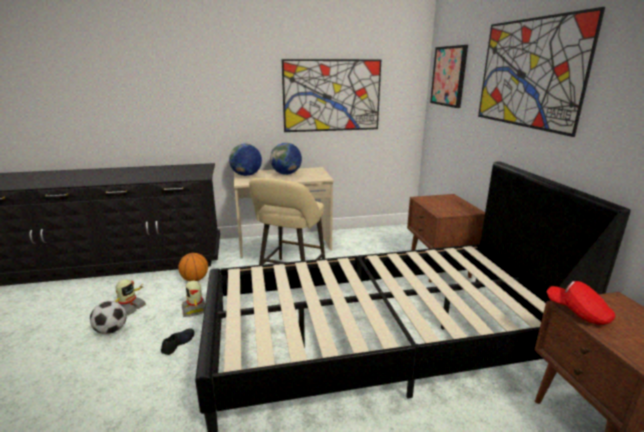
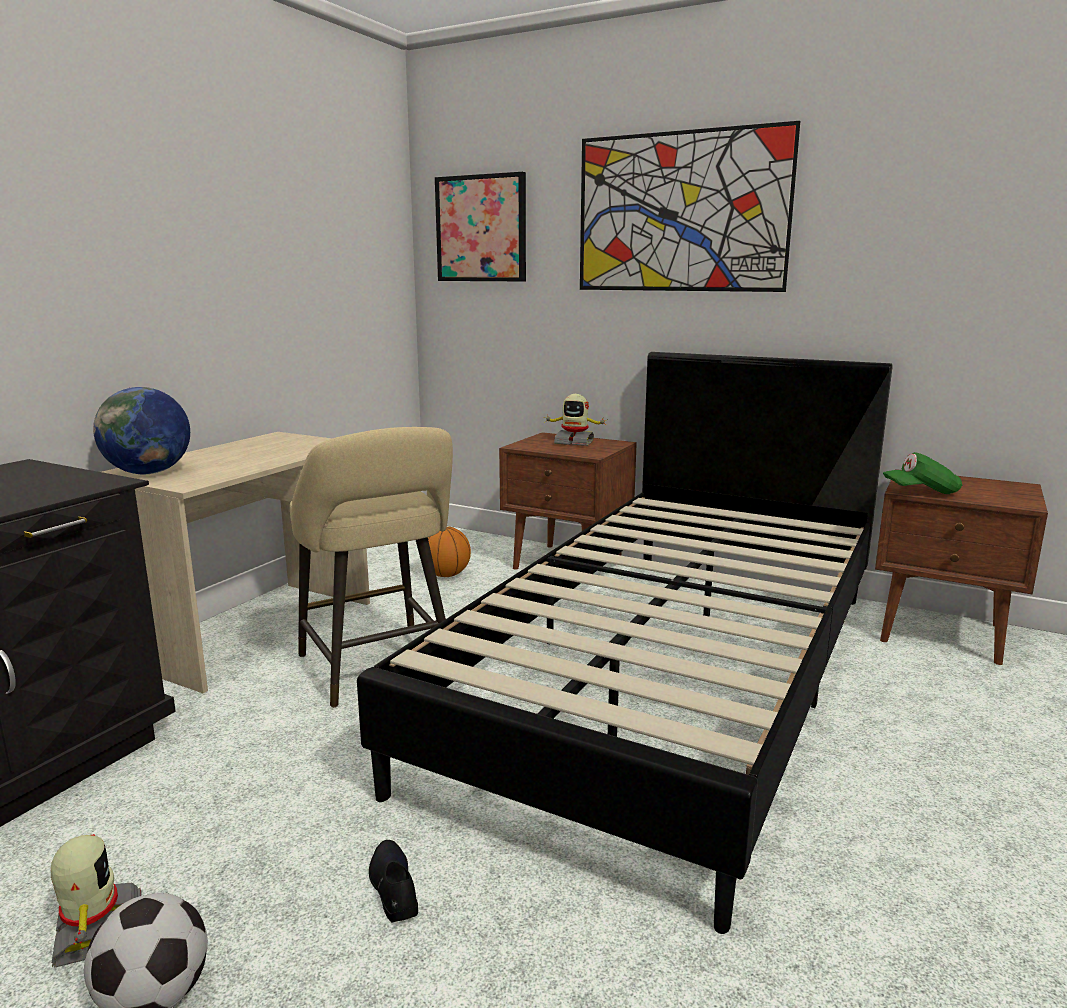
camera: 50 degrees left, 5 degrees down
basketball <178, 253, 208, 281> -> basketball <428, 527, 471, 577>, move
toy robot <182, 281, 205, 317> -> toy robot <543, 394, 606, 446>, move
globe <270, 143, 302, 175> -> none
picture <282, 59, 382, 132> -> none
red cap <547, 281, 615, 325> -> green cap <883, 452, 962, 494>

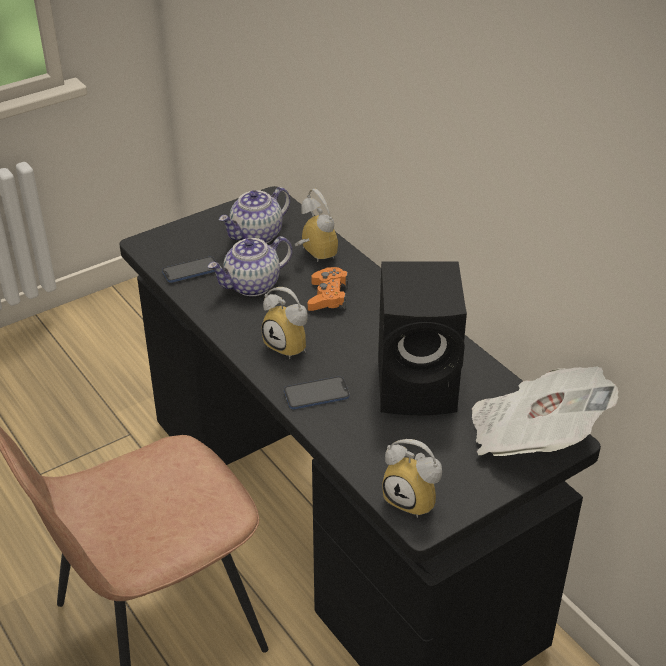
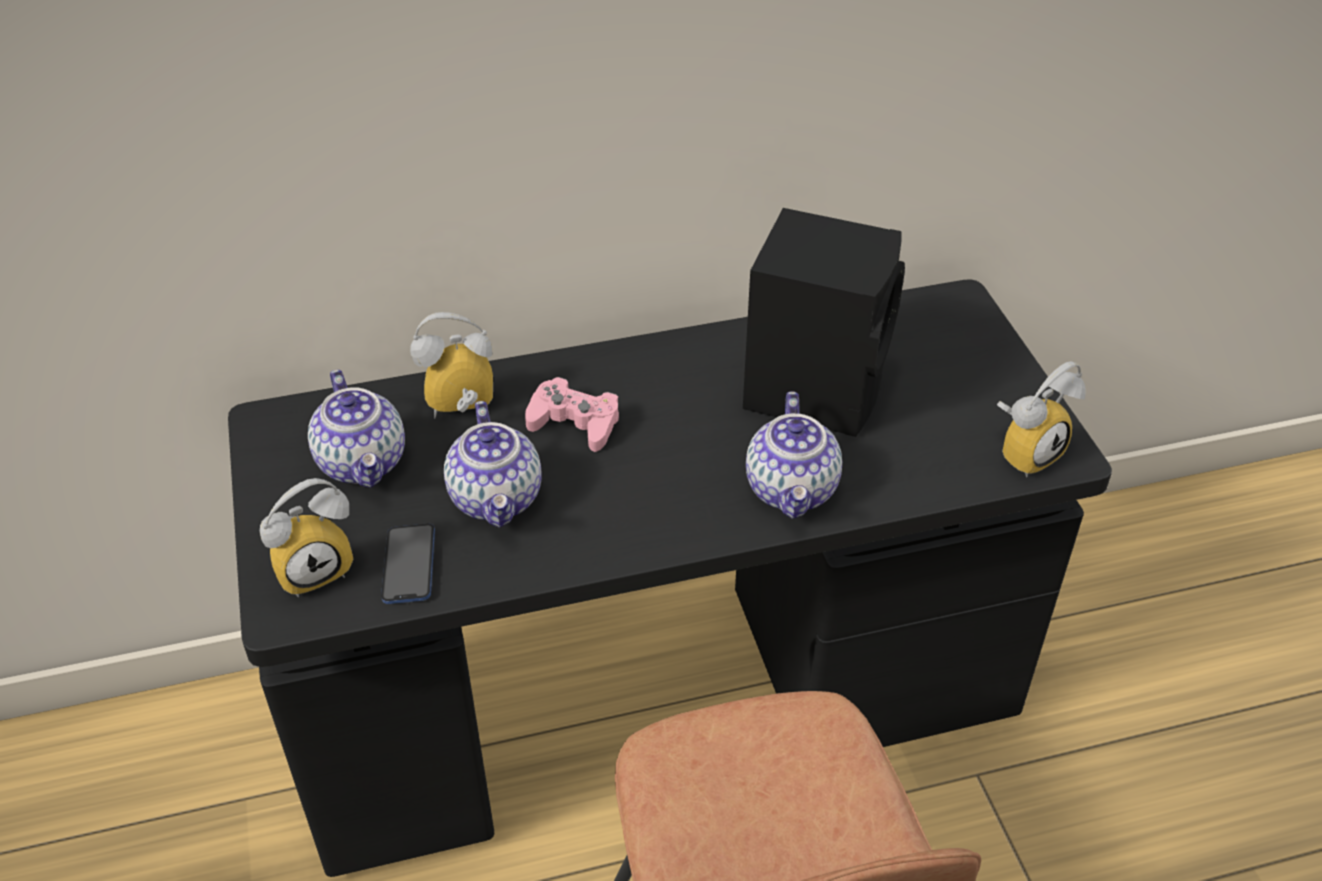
camera: 70 degrees left, 5 degrees up
alarm clock <261, 287, 308, 359> -> alarm clock <260, 478, 354, 597>, move
phone <284, 376, 350, 409> -> teapot <746, 392, 842, 519>
orange game controller <308, 267, 348, 311> -> pink game controller <525, 377, 619, 452>
newspaper <472, 367, 618, 456> -> none

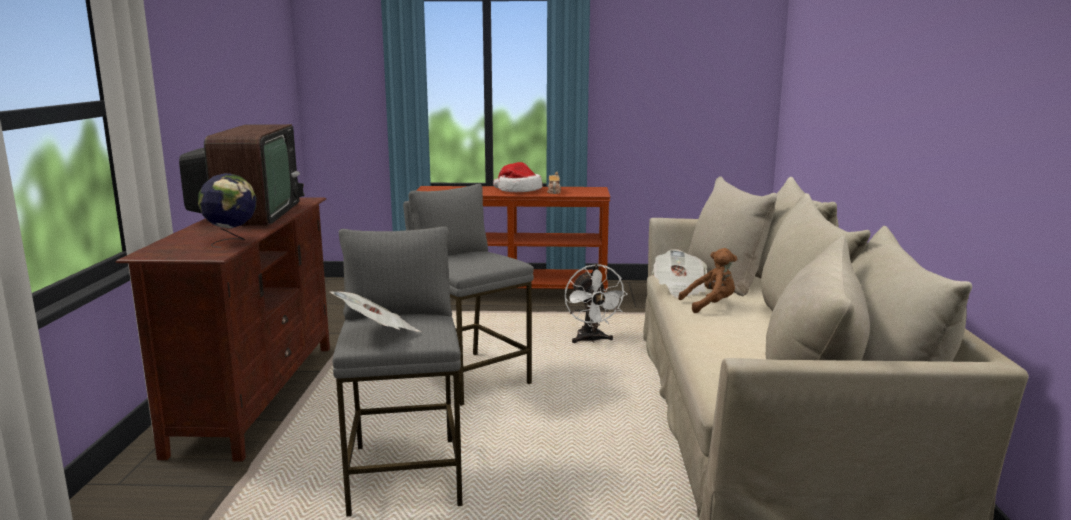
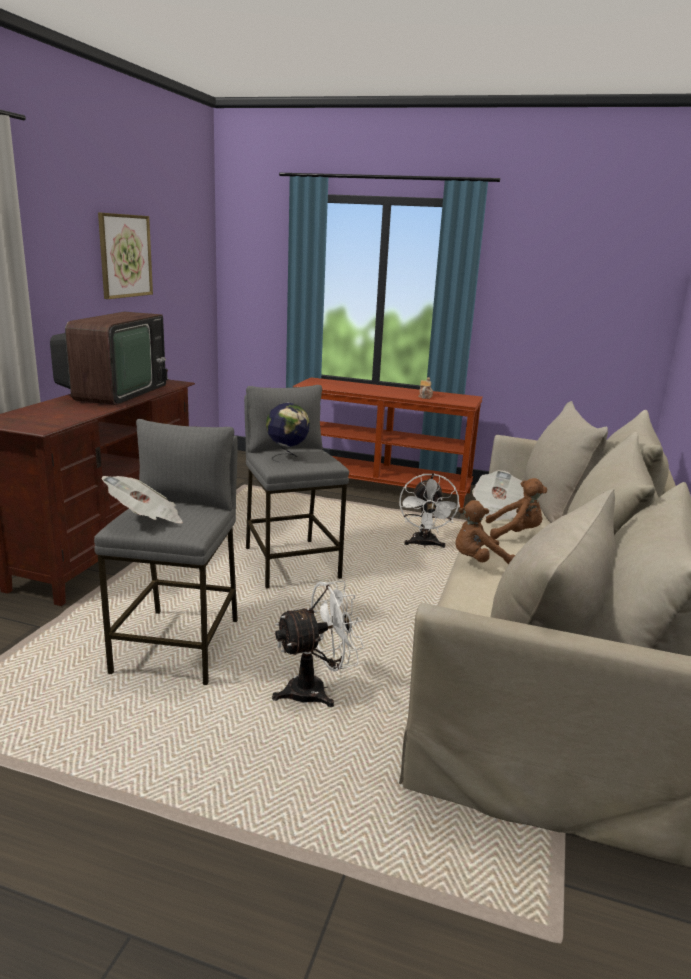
camera: 15 degrees right, 5 degrees up
globe <198, 173, 256, 248> -> globe <266, 403, 310, 462>, move
hat <493, 162, 542, 192> -> none
none -> picture <98, 212, 153, 299>
none -> white fan <272, 580, 364, 707>
none -> brown plush toy <455, 500, 515, 565>

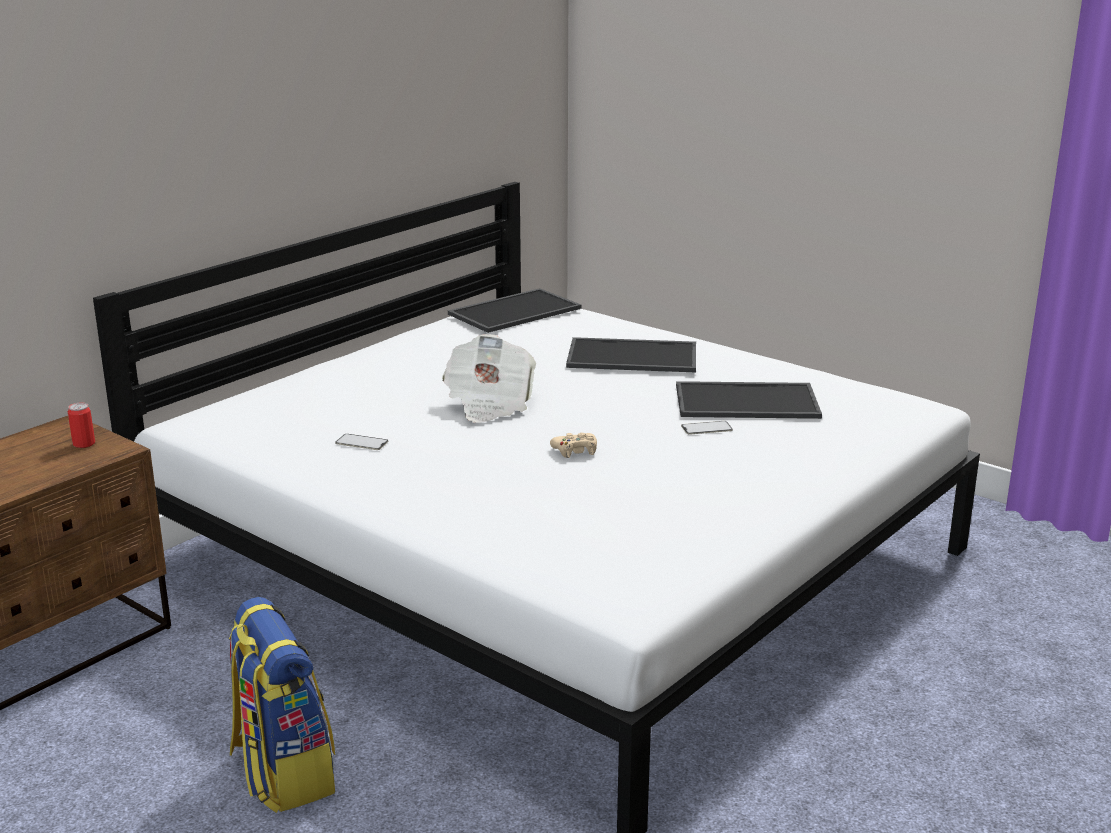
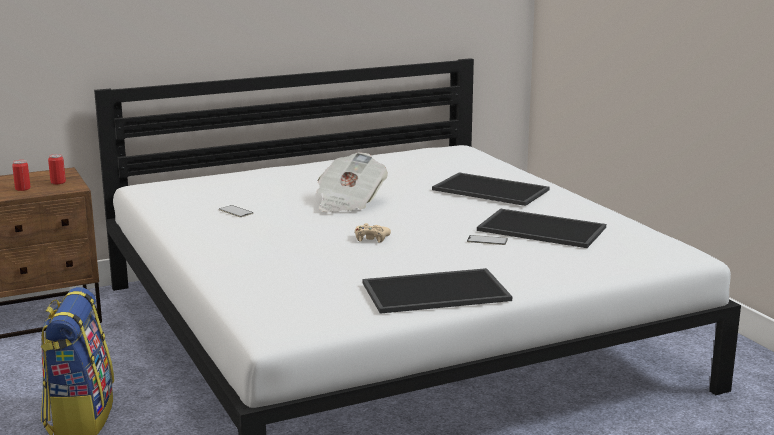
camera: 25 degrees right, 5 degrees down
tray <448, 288, 581, 333> -> tray <363, 268, 512, 314>, move
none -> can <12, 160, 31, 191>

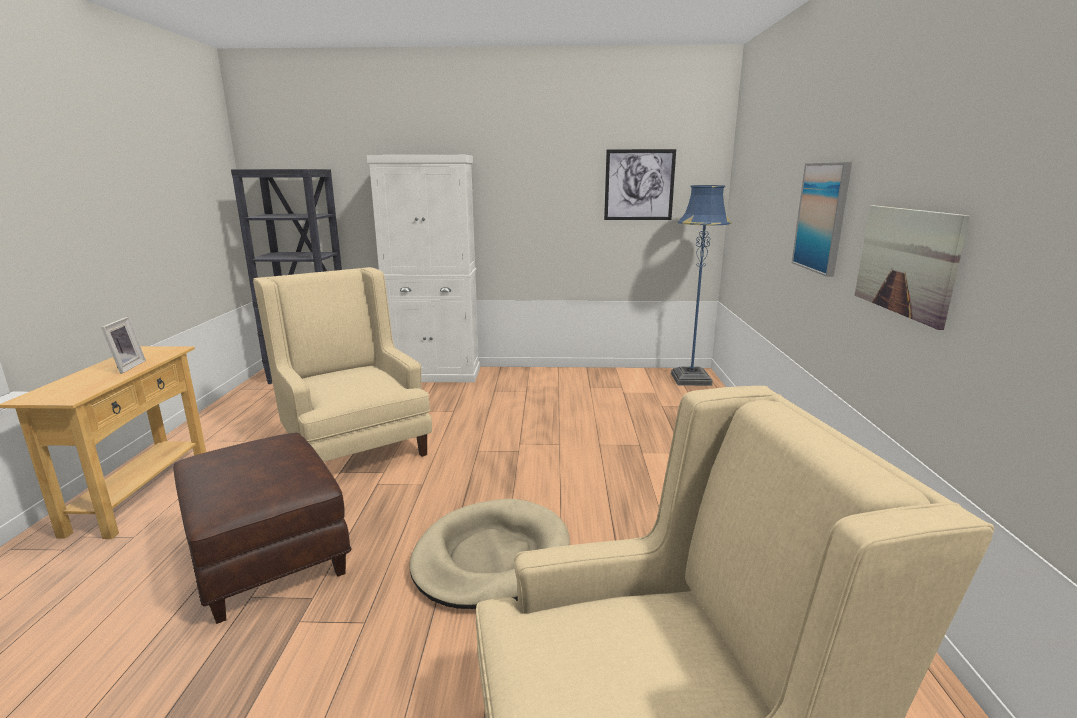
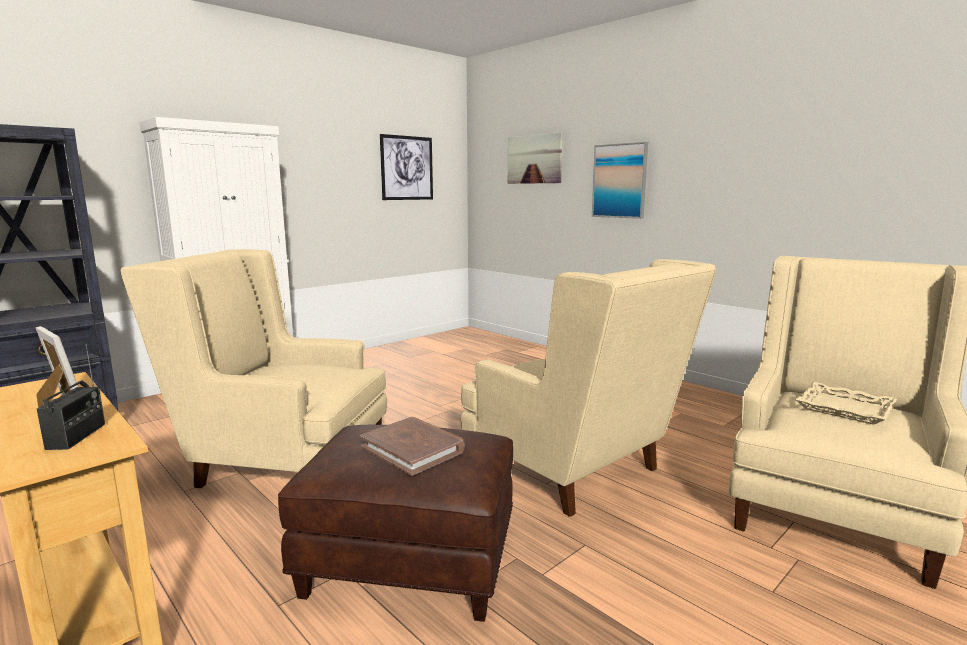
camera: 45 degrees left, 5 degrees down
beige dog bed <410, 499, 570, 609> -> beige armchair <460, 259, 716, 517>
blue floor lamp <671, 185, 732, 386> -> none
picture <855, 205, 970, 330> -> picture <508, 132, 563, 184>, move
none -> radio <37, 344, 105, 450>
none -> brown book <360, 417, 465, 476>
none -> beige tray <795, 382, 897, 425>

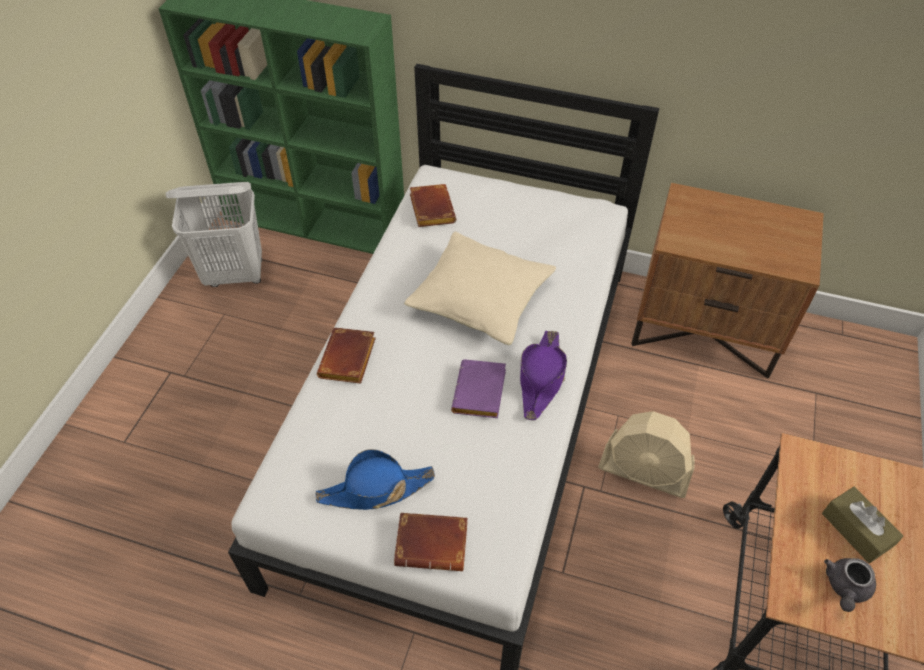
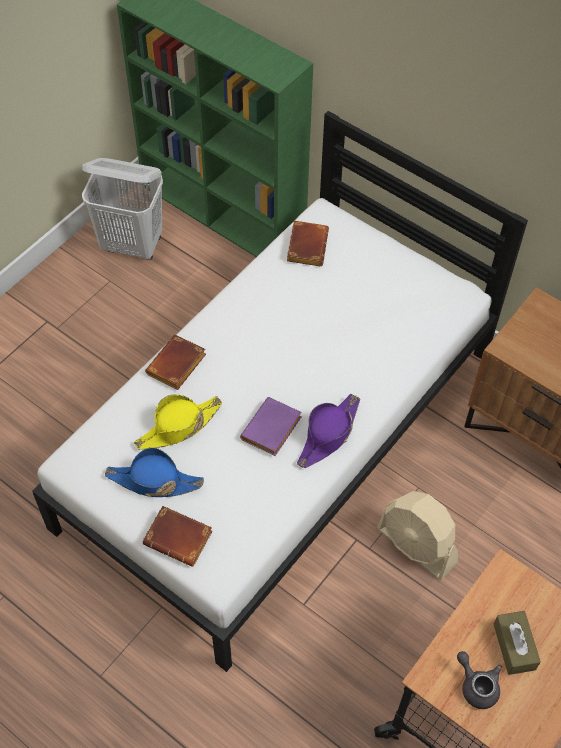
camera: 20 degrees right, 5 degrees up
beige pillow <404, 232, 556, 345> -> none
grey teapot <824, 558, 876, 612> -> grey teapot <457, 651, 502, 709>, 90 degrees clockwise
none -> yellow hat <134, 395, 222, 449>

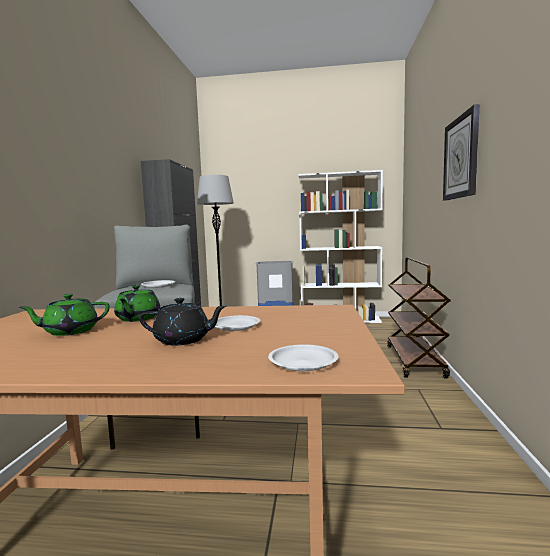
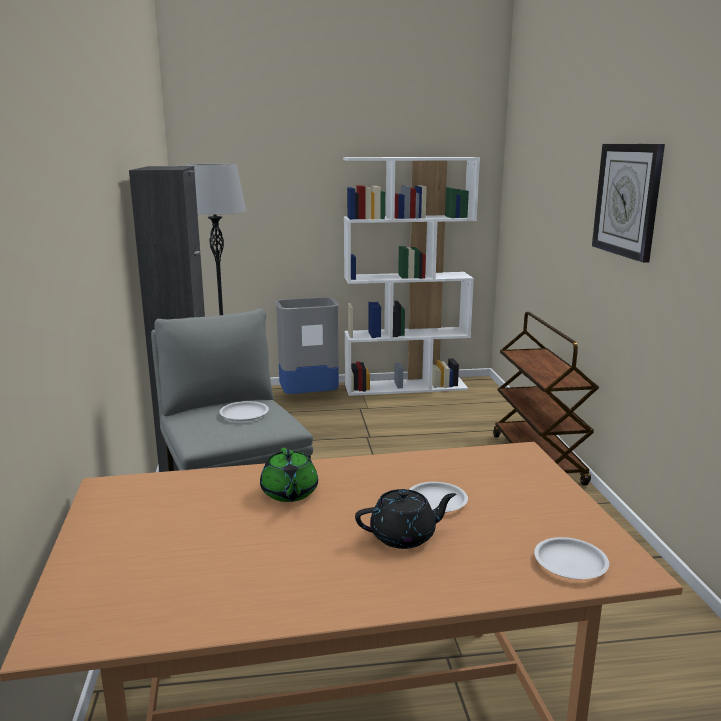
camera: 15 degrees left, 10 degrees up
green teapot <19, 294, 110, 336> -> none

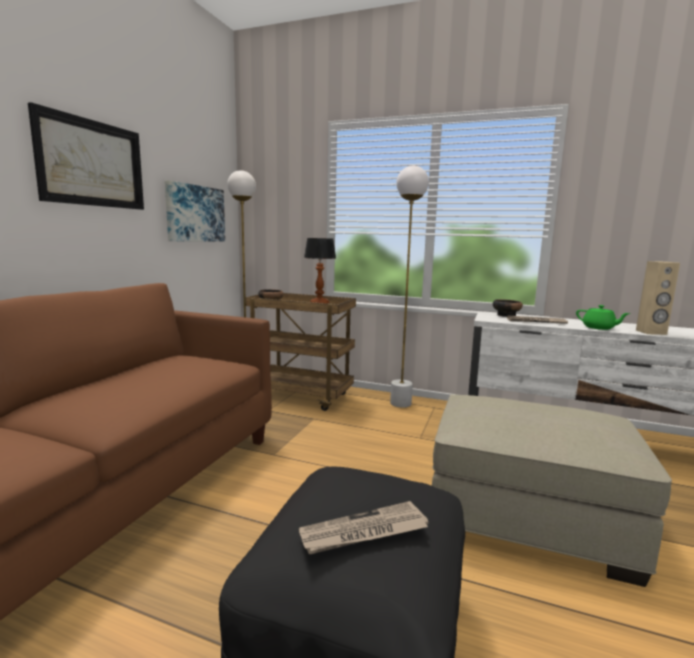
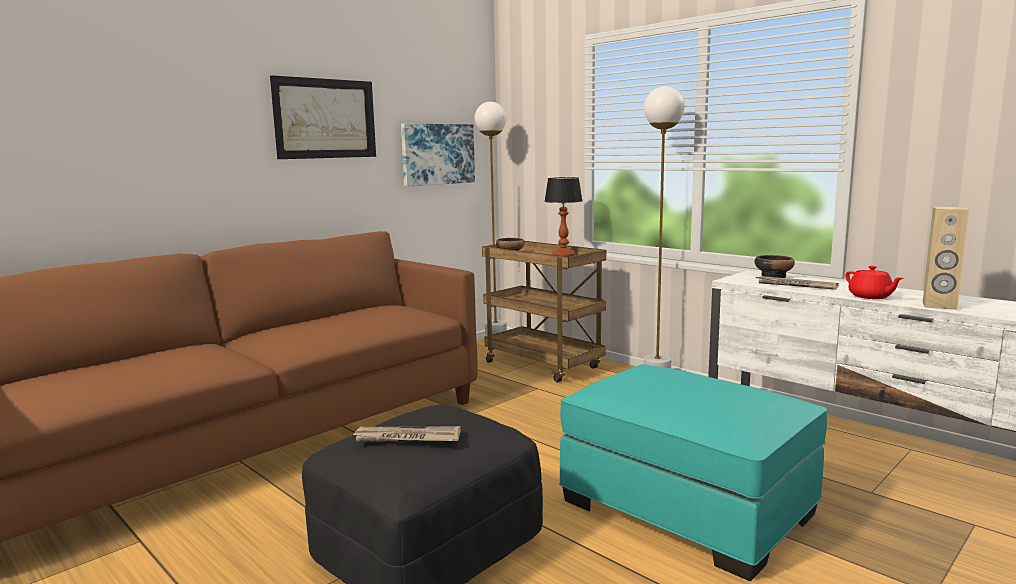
camera: 25 degrees right, 0 degrees up
beige ottoman <432, 394, 672, 587> -> turquoise ottoman <559, 364, 827, 581>
green teapot <576, 305, 630, 330> -> red teapot <845, 266, 903, 299>

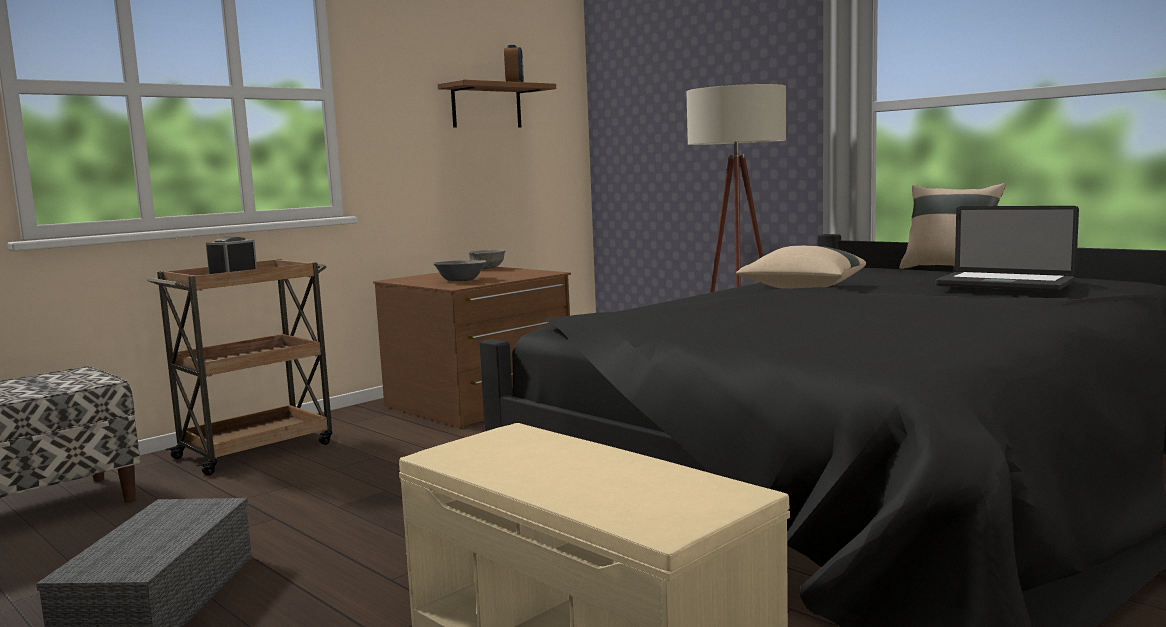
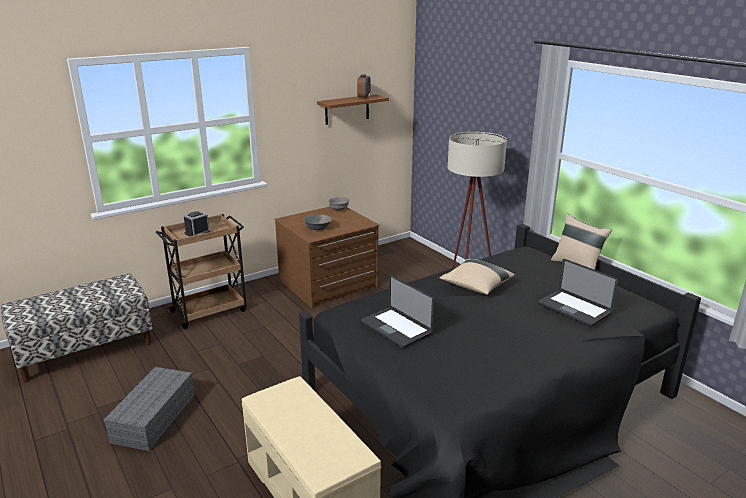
camera: 10 degrees right, 15 degrees up
none -> laptop <361, 275, 434, 348>

